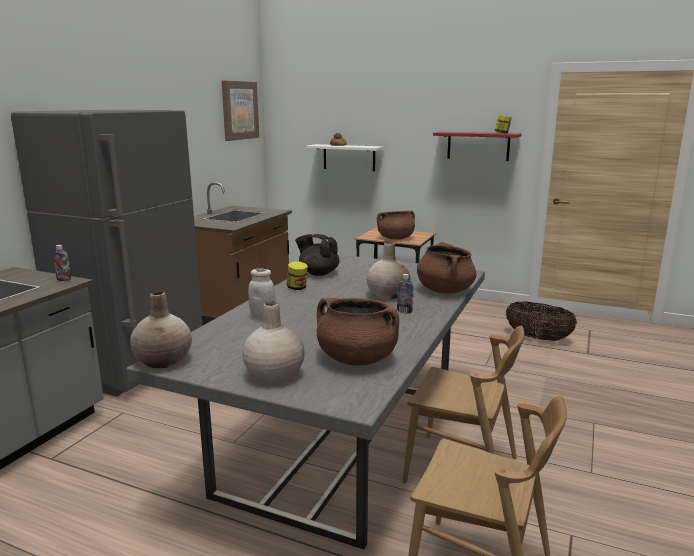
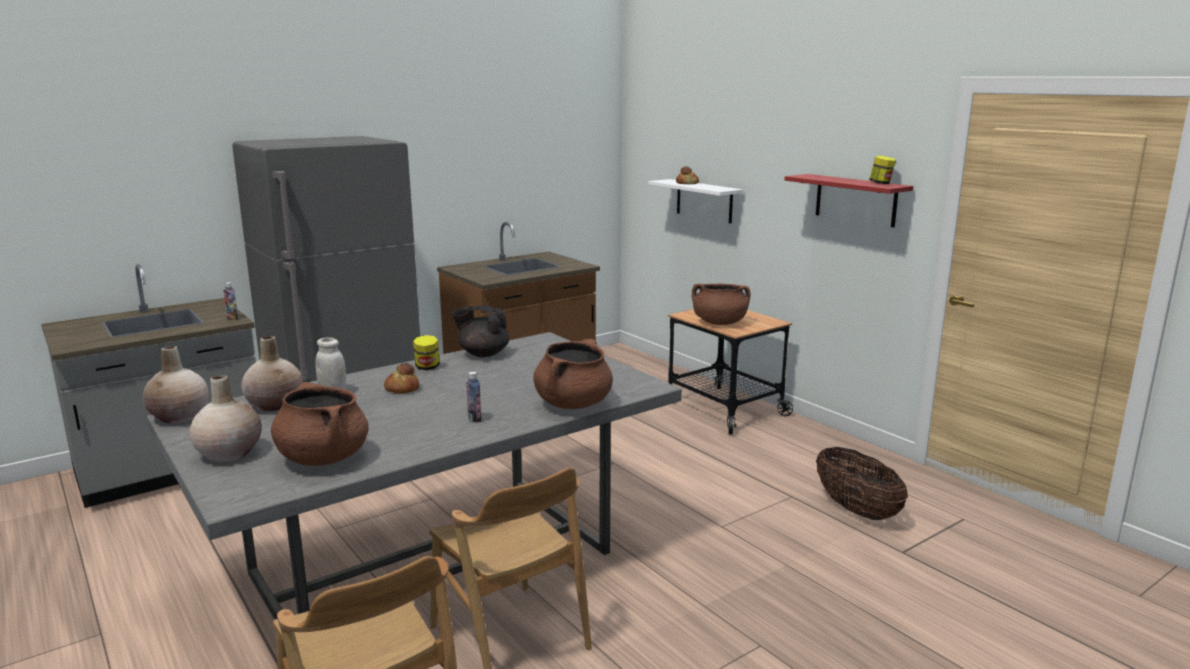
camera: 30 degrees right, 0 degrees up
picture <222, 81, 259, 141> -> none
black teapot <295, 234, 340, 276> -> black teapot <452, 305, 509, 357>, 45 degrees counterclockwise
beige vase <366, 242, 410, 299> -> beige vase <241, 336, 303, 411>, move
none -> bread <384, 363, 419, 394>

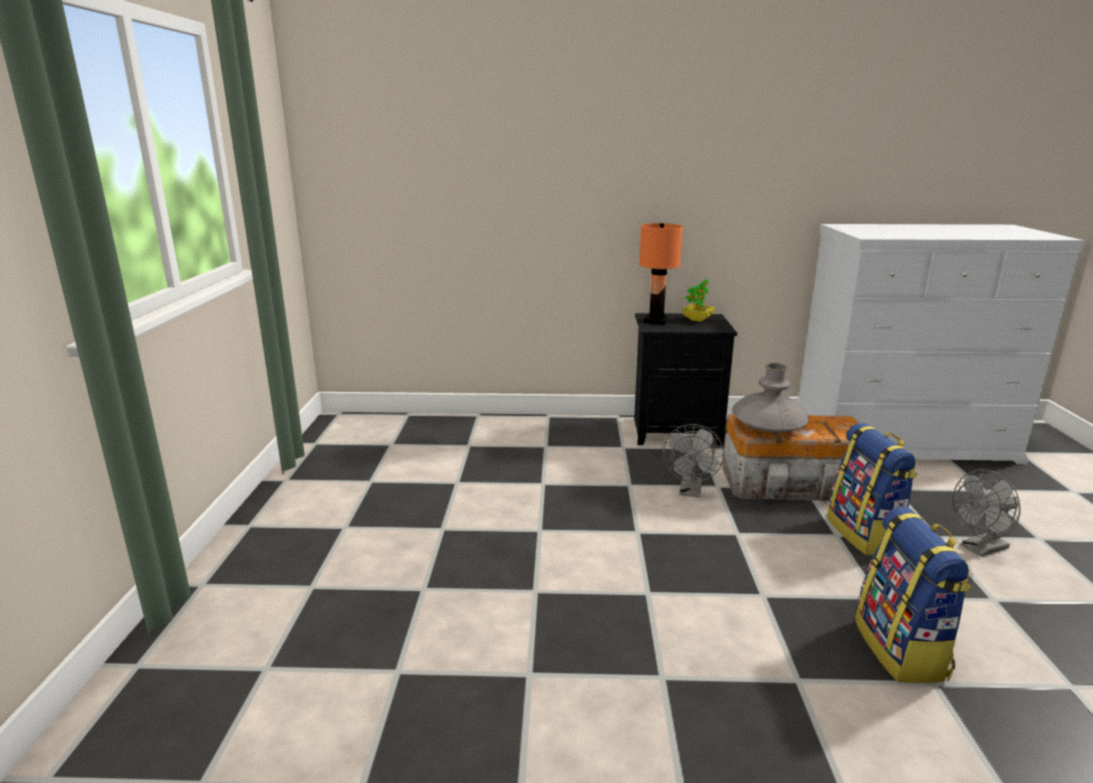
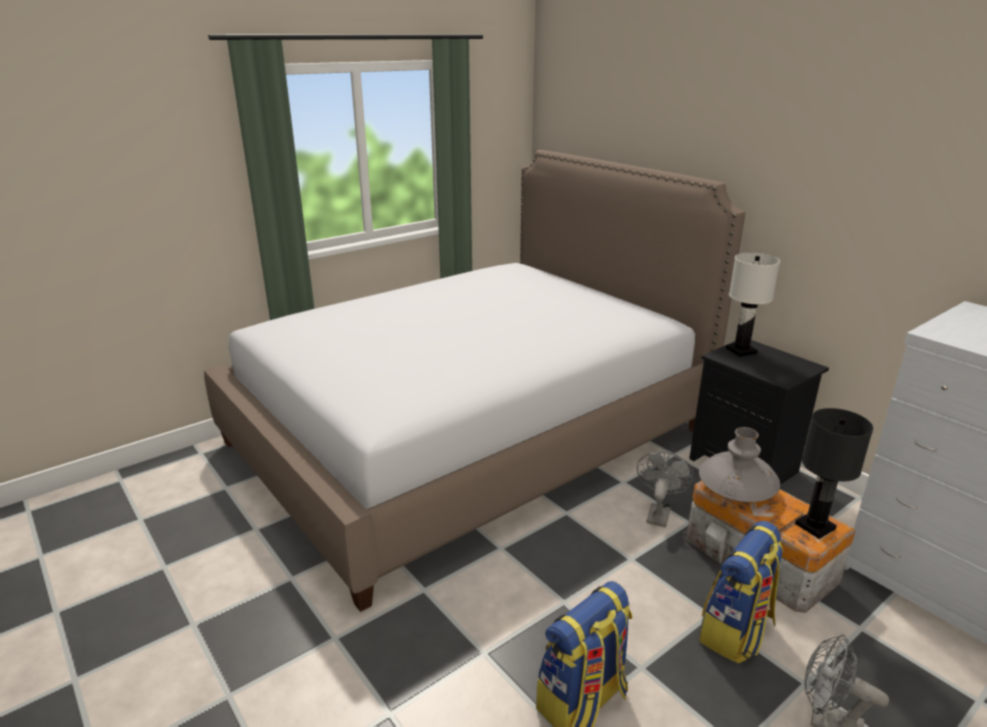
camera: 50 degrees right, 5 degrees up
orange table lamp <639, 223, 683, 325> -> white table lamp <726, 253, 780, 357>
grey fan <663, 424, 724, 497> -> grey fan <637, 451, 694, 527>, 135 degrees clockwise
potted plant <682, 279, 715, 322> -> none
none -> bed <204, 150, 745, 612>
none -> black table lamp <795, 408, 873, 539>

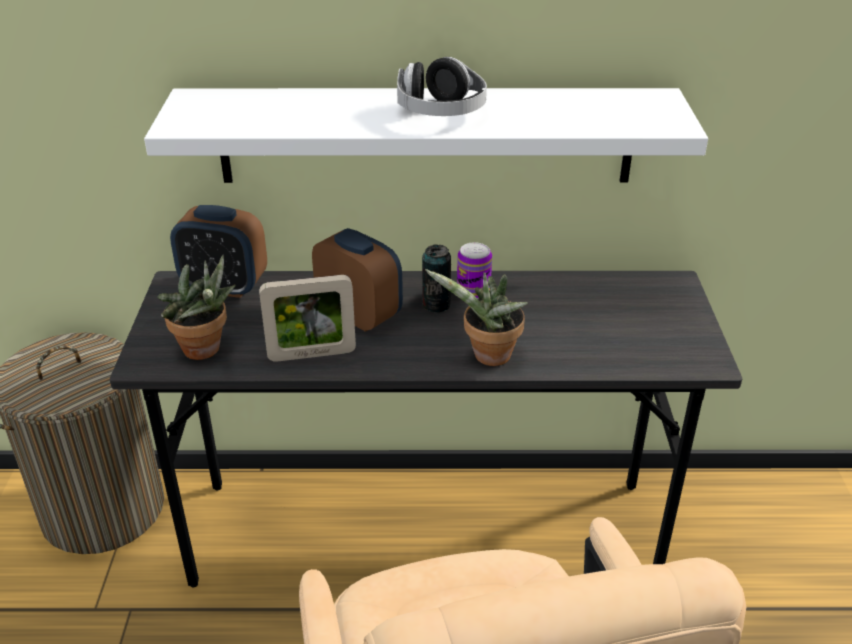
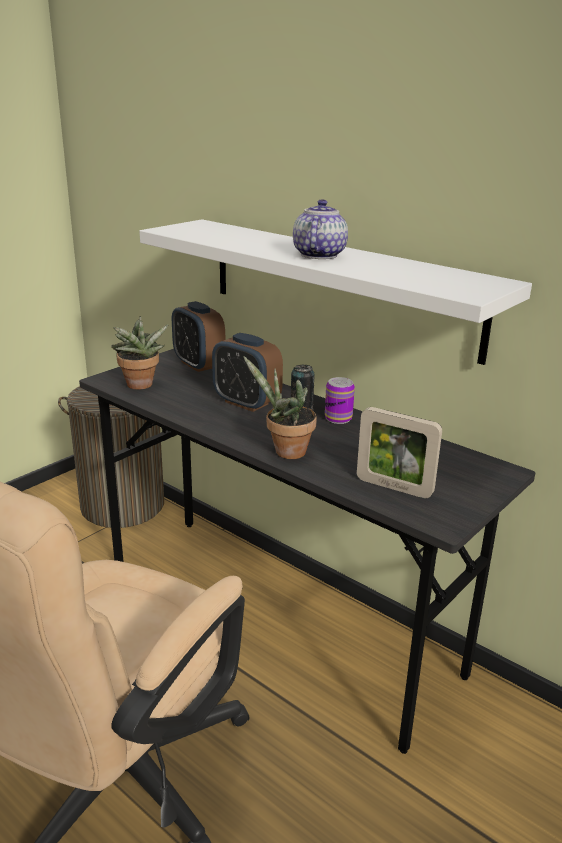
camera: 40 degrees right, 10 degrees down
picture frame <259, 275, 356, 362> -> picture frame <357, 407, 442, 499>, move
alarm clock <312, 228, 403, 332> -> alarm clock <212, 333, 283, 412>, 135 degrees clockwise
headphones <397, 57, 487, 116> -> teapot <293, 199, 348, 259>

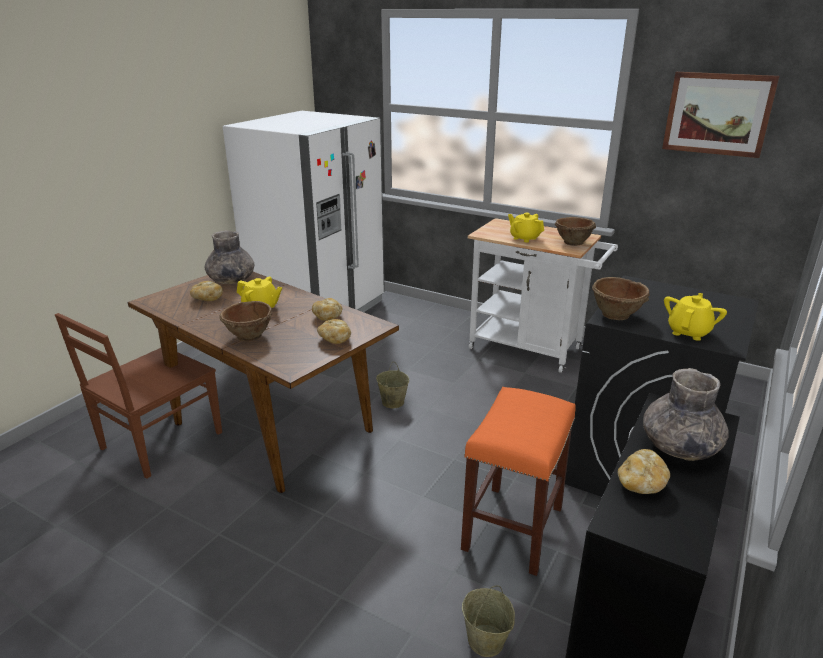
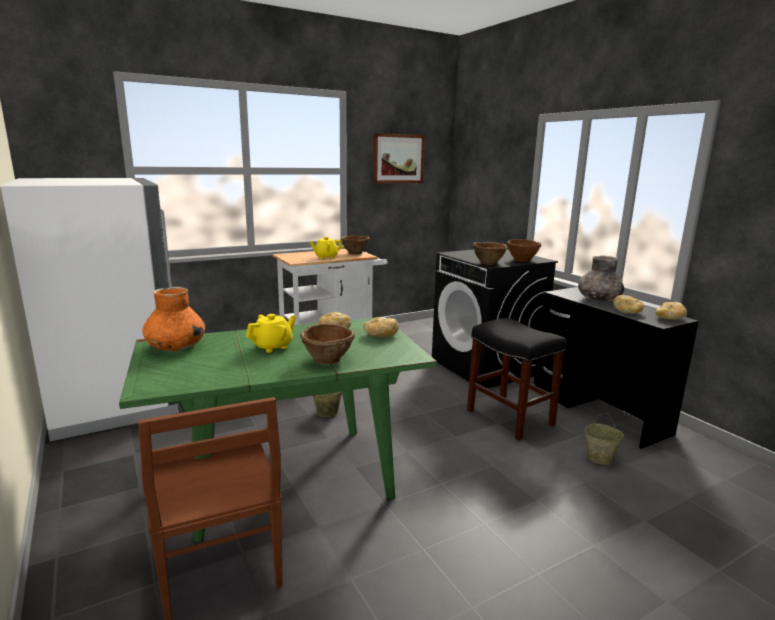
camera: 60 degrees left, 10 degrees down
brown dining table <128, 272, 399, 493> -> green dining table <119, 317, 437, 543>
bread <190, 281, 223, 301> -> bread <655, 302, 687, 320>, move
grey vase <205, 230, 254, 284> -> orange vase <142, 287, 205, 351>
orange stool <461, 387, 576, 576> -> black stool <467, 318, 567, 441>
yellow teapot <664, 293, 727, 341> -> brown bowl <507, 239, 541, 262>

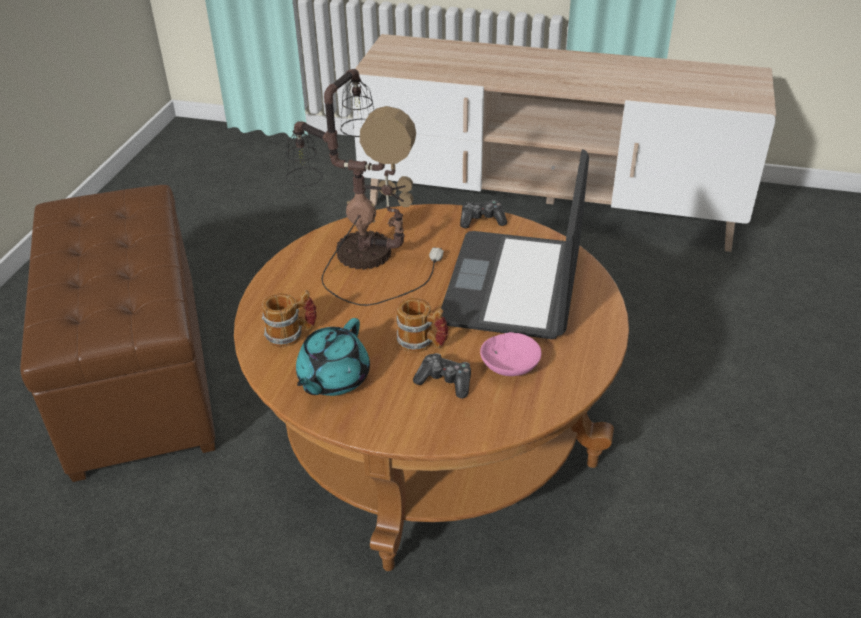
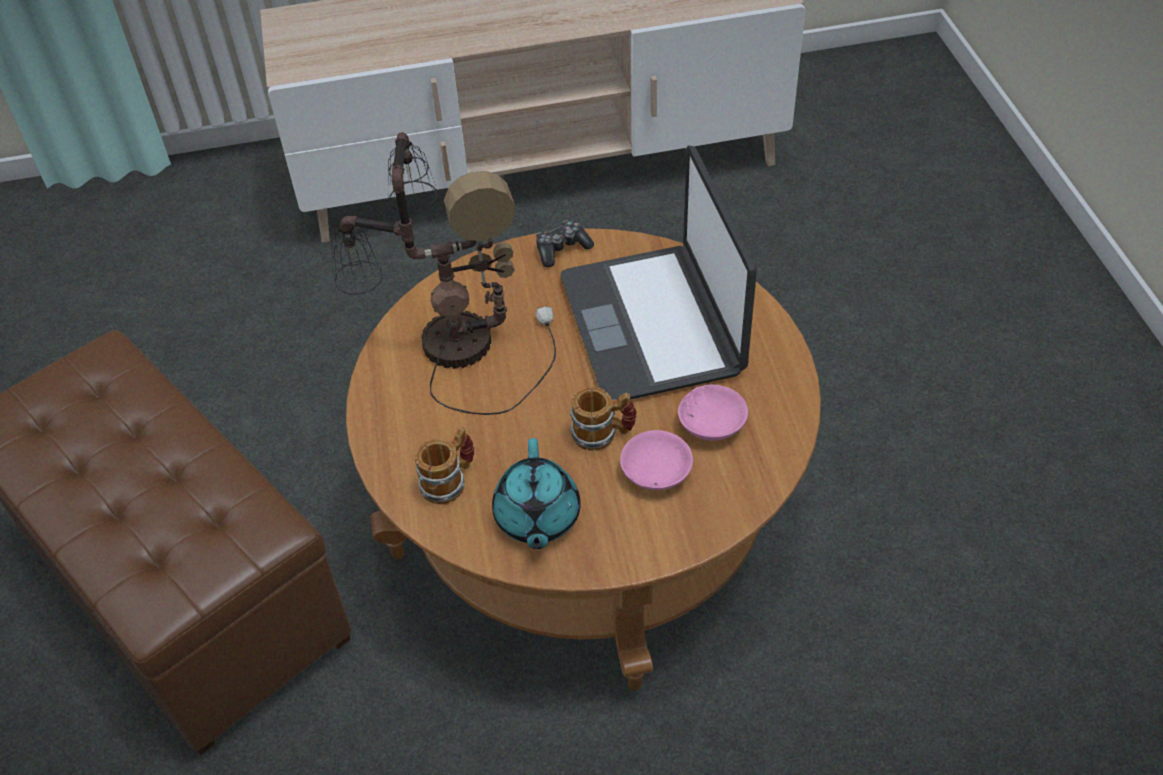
camera: 25 degrees left, 10 degrees up
game controller <413, 353, 471, 399> -> pink bowl <620, 430, 693, 490>

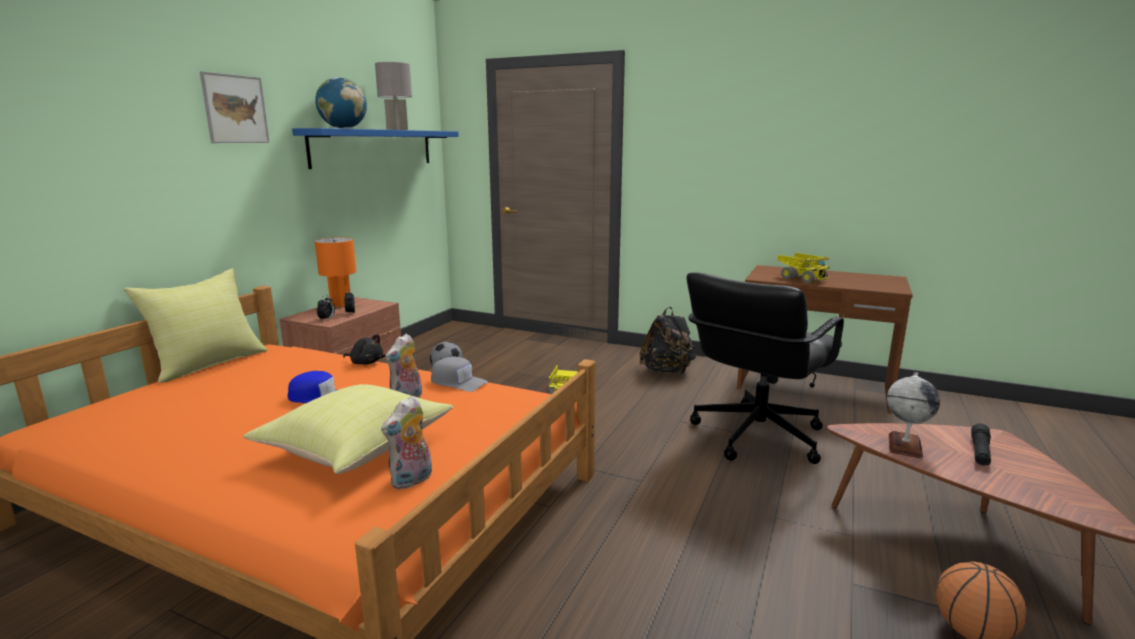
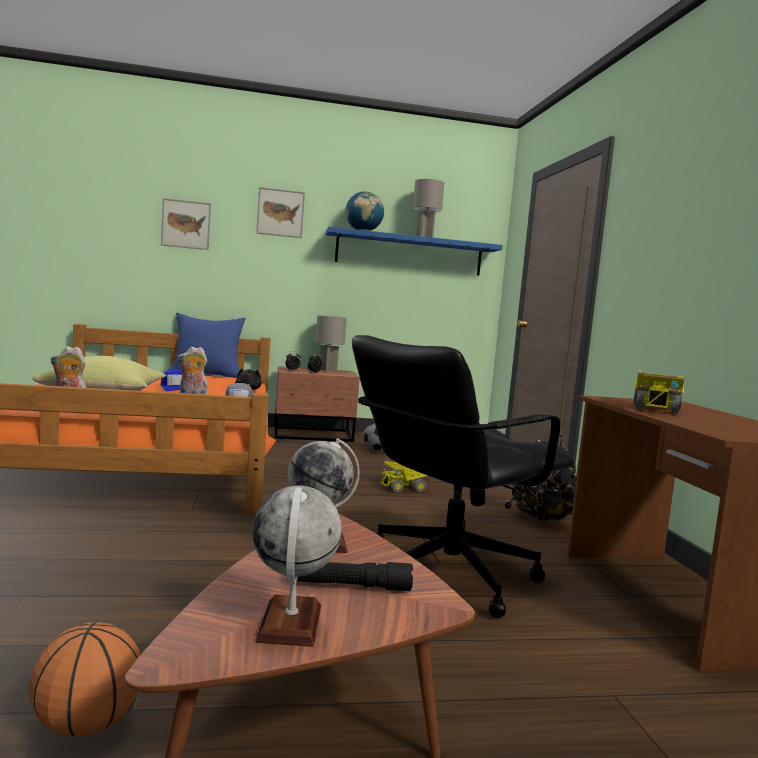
camera: 55 degrees right, 10 degrees down
yellow pillow <123, 268, 267, 383> -> blue pillow <169, 313, 246, 378>
orange table lamp <315, 237, 356, 307> -> grey table lamp <315, 315, 347, 372>
black office chair <687, 272, 844, 464> -> black office chair <352, 335, 574, 618>, 45 degrees counterclockwise
none -> picture <161, 198, 211, 250>
none -> globe <252, 486, 342, 647>

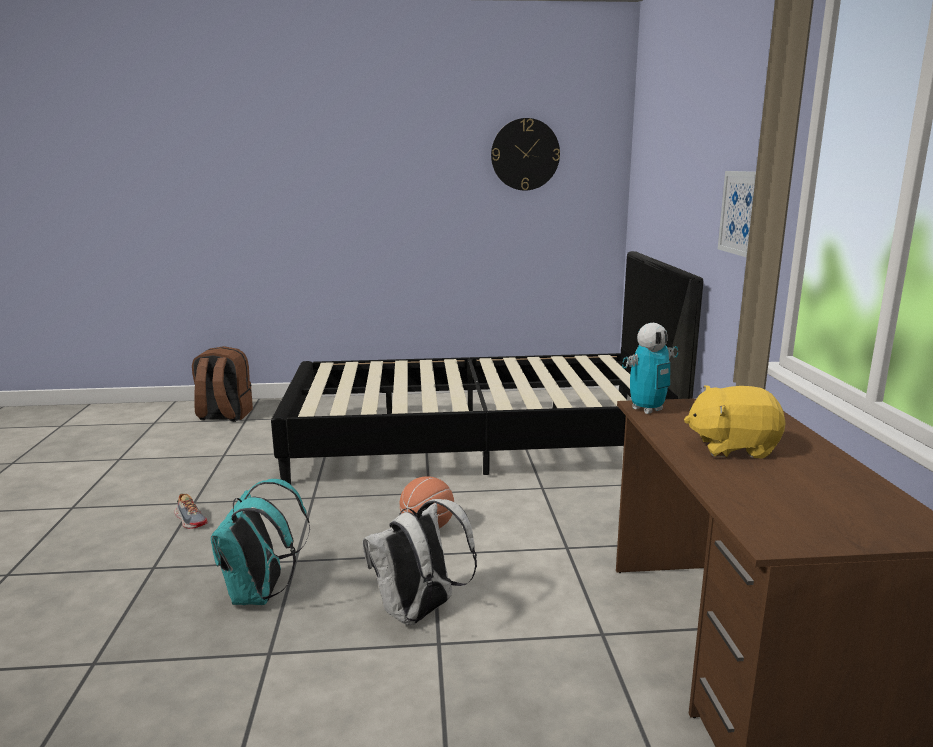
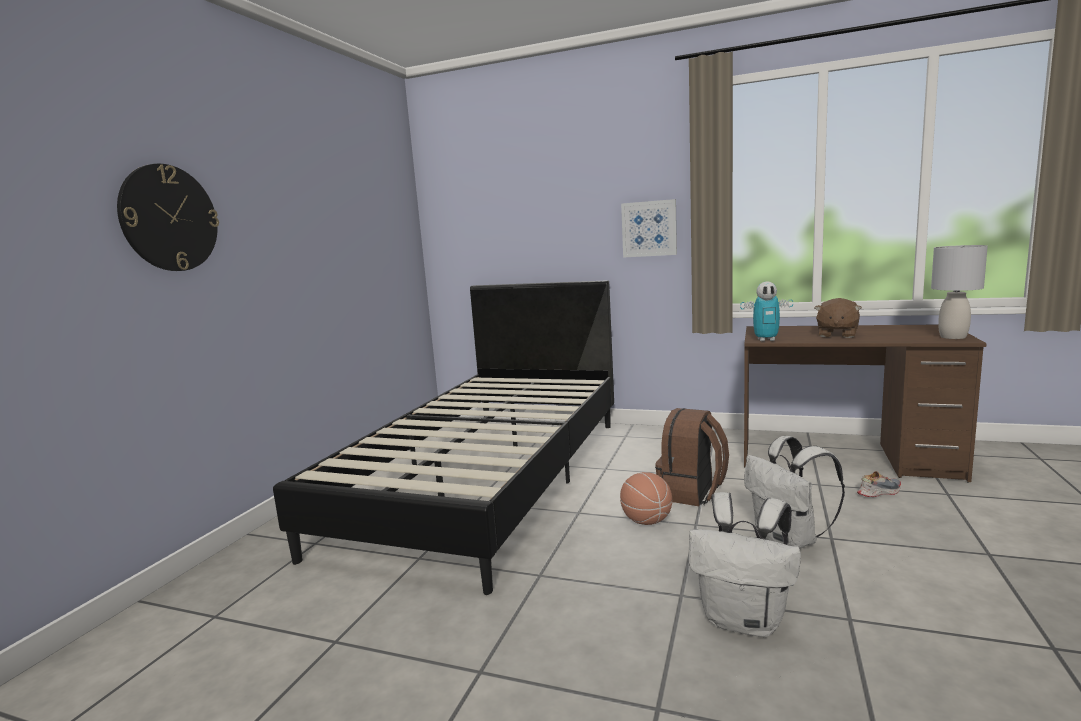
camera: 65 degrees left, 5 degrees down
shoe <174, 493, 208, 529> -> shoe <857, 471, 901, 497>, move
brown backpack <192, 346, 253, 422> -> brown backpack <655, 408, 729, 506>, move
turquoise backpack <211, 479, 310, 605> -> white backpack <689, 492, 801, 637>
wall clock <491, 118, 560, 191> -> wall clock <117, 164, 219, 271>, move
toy robot <622, 323, 678, 414> -> toy robot <740, 281, 793, 341>, 105 degrees clockwise
yellow plush toy <684, 385, 786, 459> -> brown plush toy <814, 298, 862, 338>
none -> grey table lamp <931, 245, 988, 339>

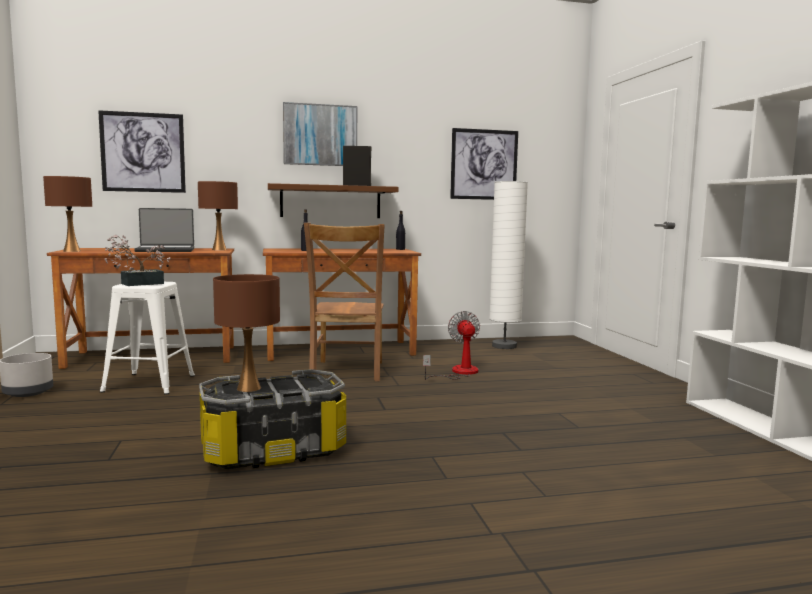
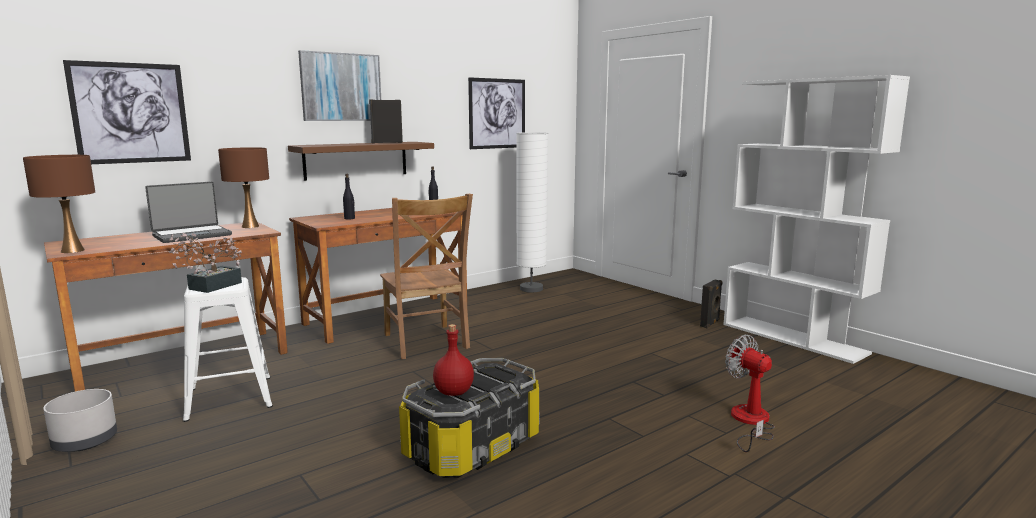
camera: 25 degrees left, 5 degrees up
brown table lamp <213, 274, 280, 392> -> red bottle <433, 324, 474, 396>
fan <423, 311, 480, 380> -> fan <725, 334, 775, 452>, move
none -> black speaker <700, 279, 722, 328>

